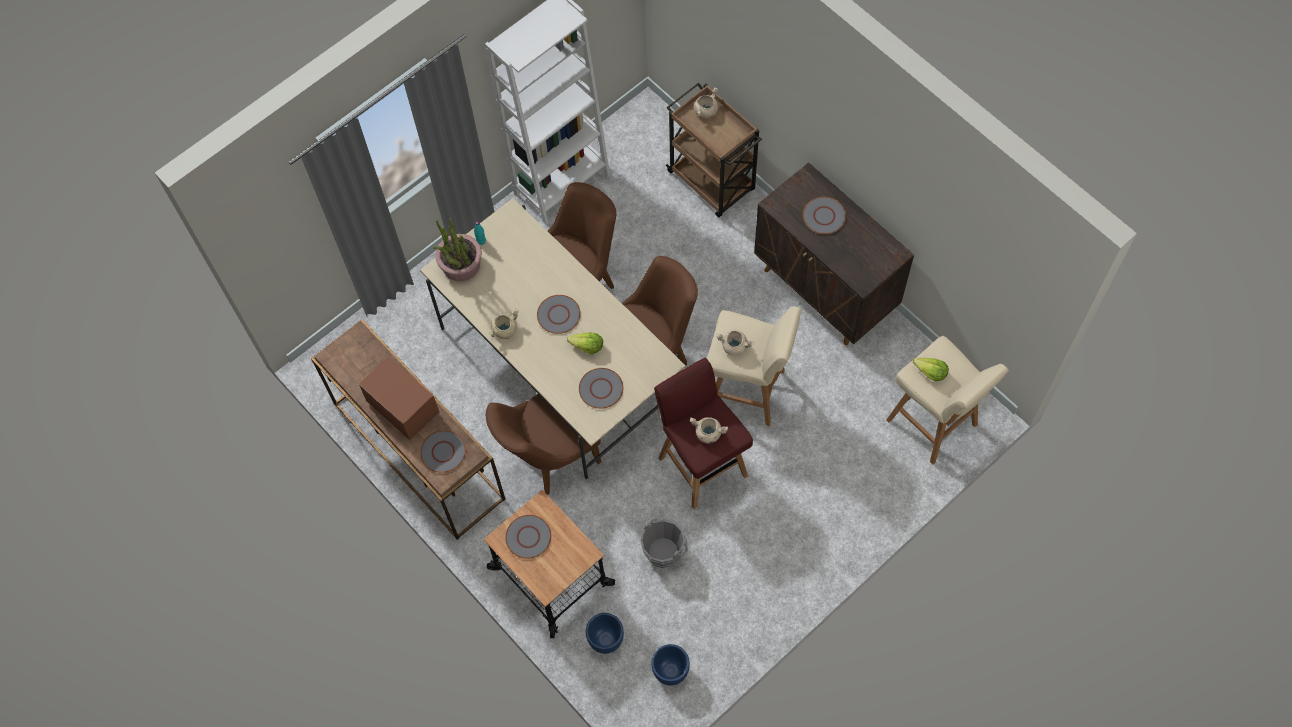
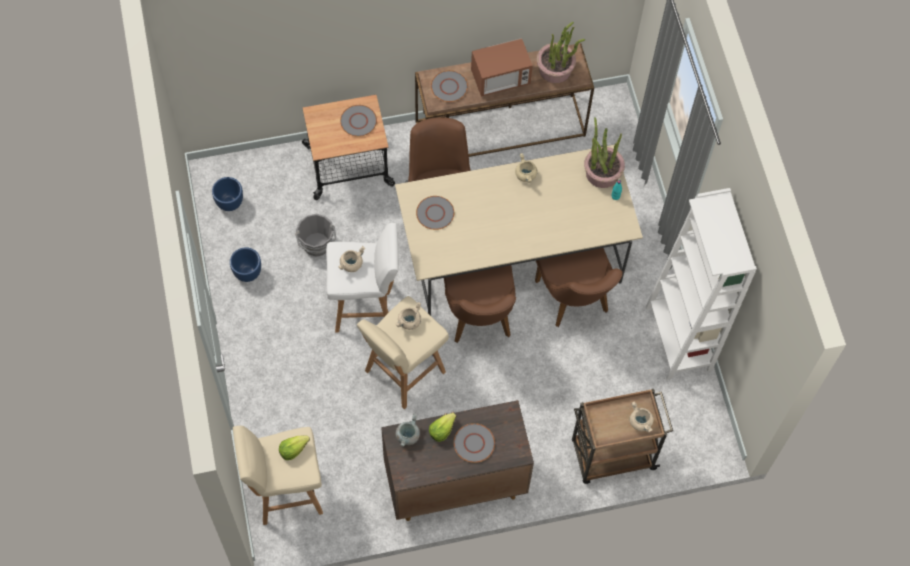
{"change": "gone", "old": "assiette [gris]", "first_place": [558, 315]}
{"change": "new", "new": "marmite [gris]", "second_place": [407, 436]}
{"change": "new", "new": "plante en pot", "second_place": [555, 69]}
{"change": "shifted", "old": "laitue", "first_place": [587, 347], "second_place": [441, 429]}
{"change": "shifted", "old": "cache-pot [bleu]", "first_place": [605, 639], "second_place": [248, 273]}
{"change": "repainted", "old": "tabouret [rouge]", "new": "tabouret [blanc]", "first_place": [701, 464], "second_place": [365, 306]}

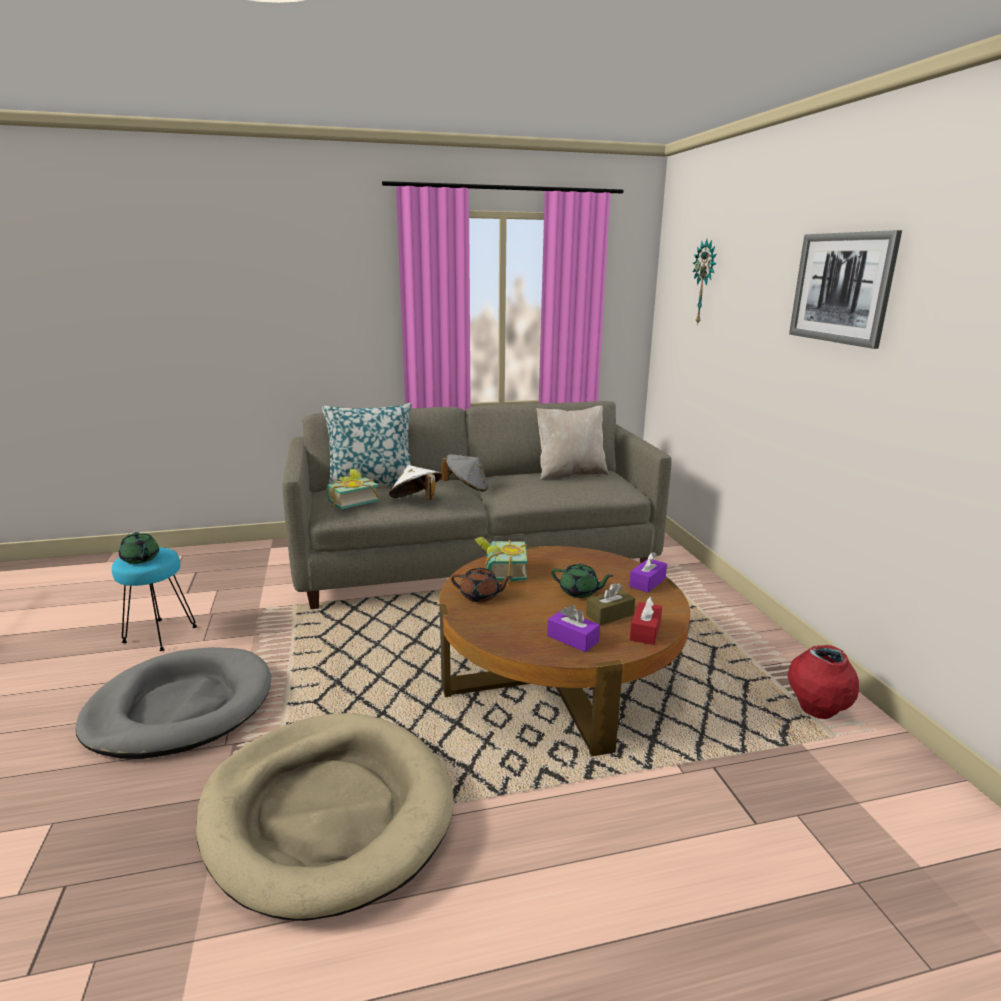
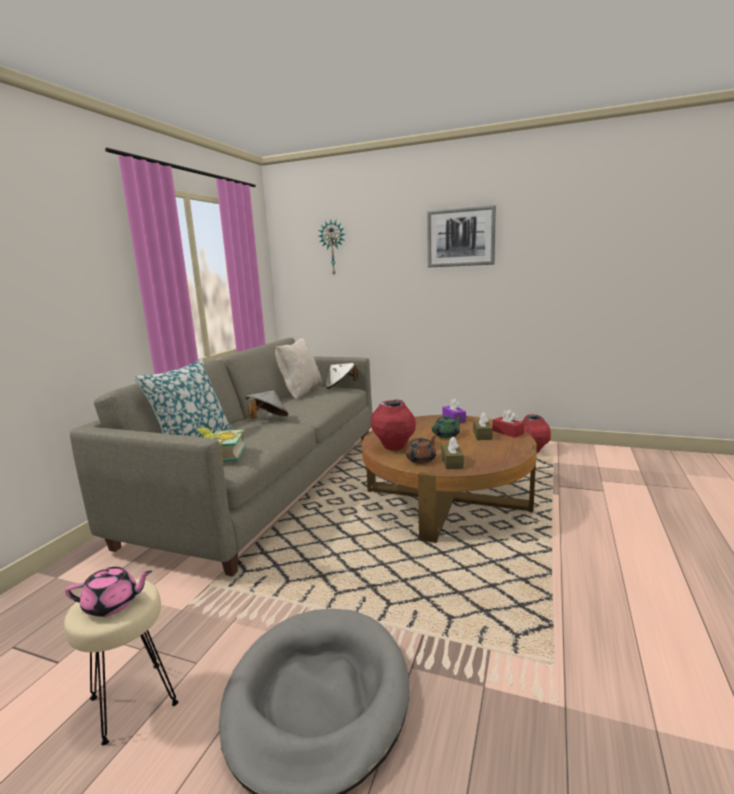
{"change": "gone", "old": "panier pour chien [beige]", "first_place": [327, 813]}
{"change": "gone", "old": "boîte à mouchoirs [violet]", "first_place": [572, 639]}
{"change": "new", "new": "boîte à mouchoirs [marron]", "second_place": [452, 462]}
{"change": "shifted", "old": "chapeau [blanc]", "first_place": [416, 501], "second_place": [341, 387]}
{"change": "swapped", "old": "livre", "new": "vase [rouge]", "first_place": [500, 572], "second_place": [394, 447]}
{"change": "repainted", "old": "tabouret [turquoise]", "new": "tabouret [beige]", "first_place": [159, 635], "second_place": [133, 702]}
{"change": "repainted", "old": "théière [vert]", "new": "théière [rose]", "first_place": [140, 559], "second_place": [113, 604]}

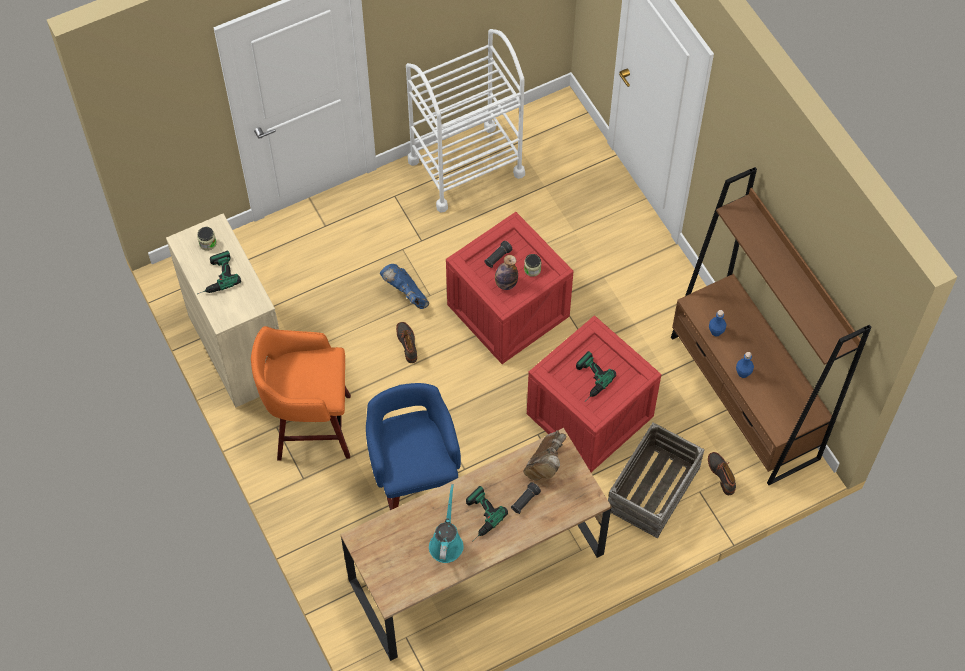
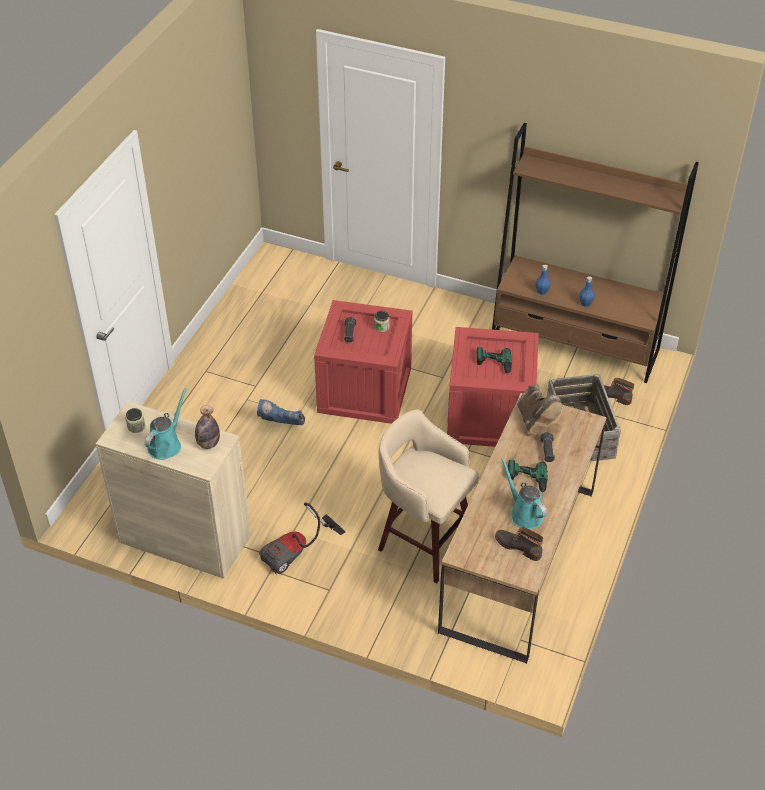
{"change": "gone", "old": "chariot [blanc]", "first_place": [466, 167]}
{"change": "shifted", "old": "botte", "first_place": [408, 343], "second_place": [518, 546]}
{"change": "shifted", "old": "bouteille", "first_place": [506, 284], "second_place": [208, 444]}
{"change": "swapped", "old": "perceuse", "new": "arrosoir [turquoise]", "first_place": [214, 277], "second_place": [166, 444]}
{"change": "swapped", "old": "tabouret [orange]", "new": "aspirateur", "first_place": [310, 427], "second_place": [298, 552]}
{"change": "repainted", "old": "tabouret [bleu]", "new": "tabouret [beige]", "first_place": [416, 492], "second_place": [424, 541]}

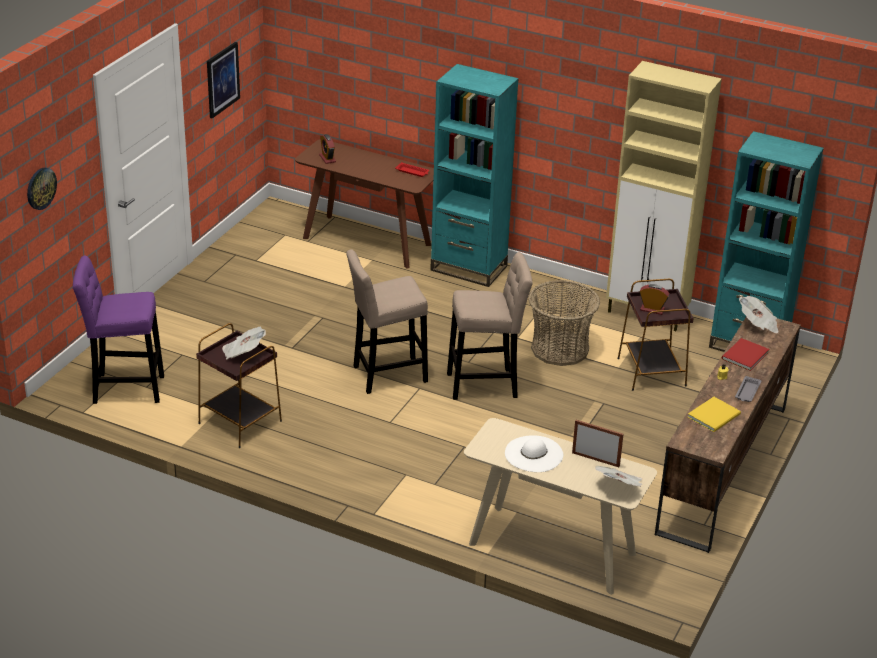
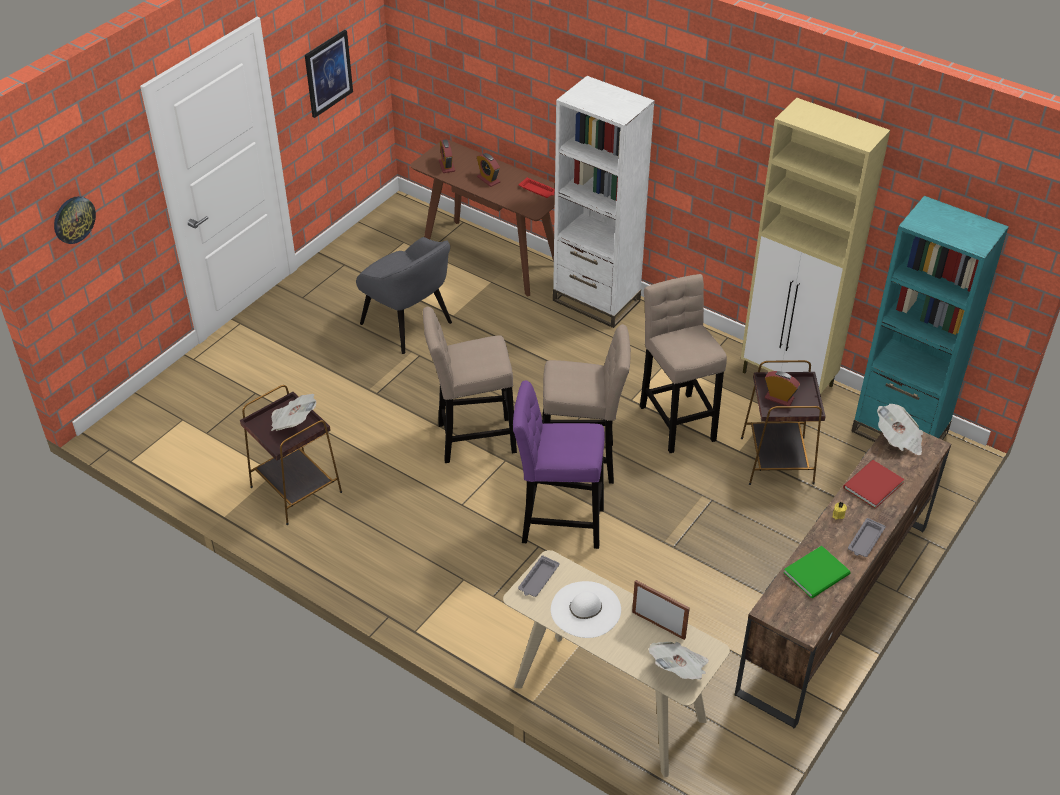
{"change": "new", "new": "fauteuil [gris]", "second_place": [407, 324]}
{"change": "new", "new": "réveil", "second_place": [488, 179]}
{"change": "new", "new": "plateau [gris]", "second_place": [538, 579]}
{"change": "shifted", "old": "tabouret [violet]", "first_place": [124, 388], "second_place": [557, 523]}
{"change": "swapped", "old": "panier", "new": "tabouret [beige]", "first_place": [560, 349], "second_place": [676, 419]}
{"change": "repainted", "old": "bibliothèque [turquoise]", "new": "bibliothèque [blanc]", "first_place": [468, 268], "second_place": [596, 301]}
{"change": "repainted", "old": "livre [jaune]", "new": "livre [vert]", "first_place": [715, 415], "second_place": [818, 573]}

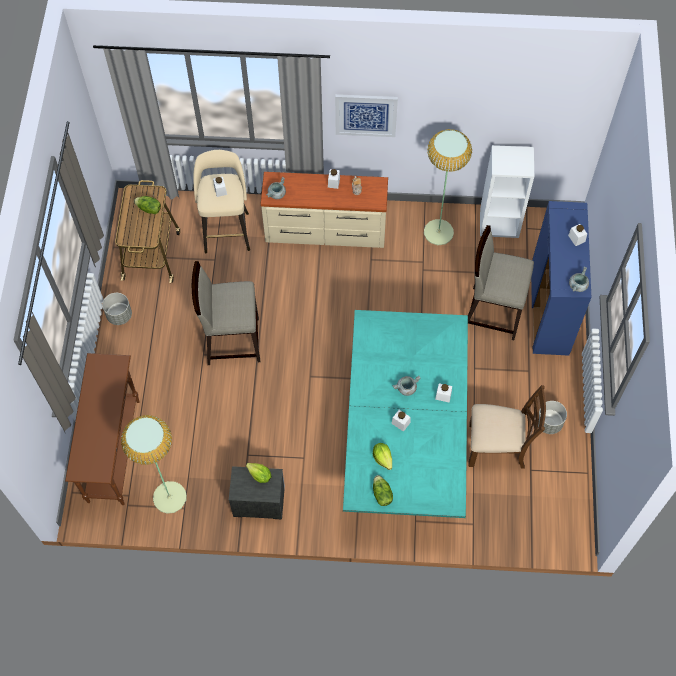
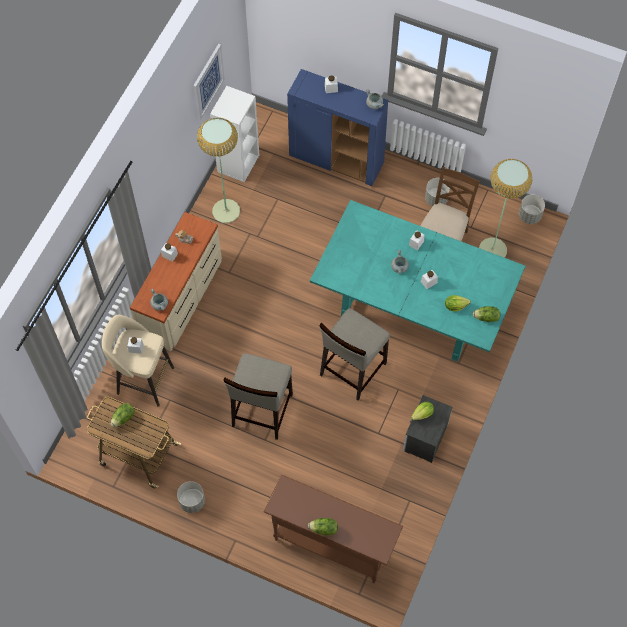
{"change": "new", "new": "laitue", "second_place": [324, 529]}
{"change": "new", "new": "cache-pot [gris]", "second_place": [529, 216]}
{"change": "shifted", "old": "lampadaire", "first_place": [169, 497], "second_place": [492, 250]}
{"change": "shifted", "old": "tableau", "first_place": [366, 115], "second_place": [208, 81]}
{"change": "shifted", "old": "tabouret [beige]", "first_place": [492, 312], "second_place": [352, 369]}

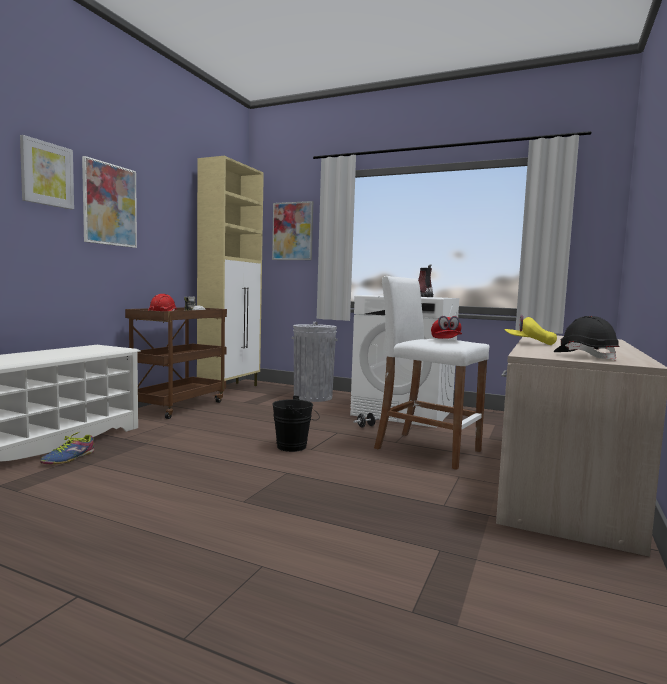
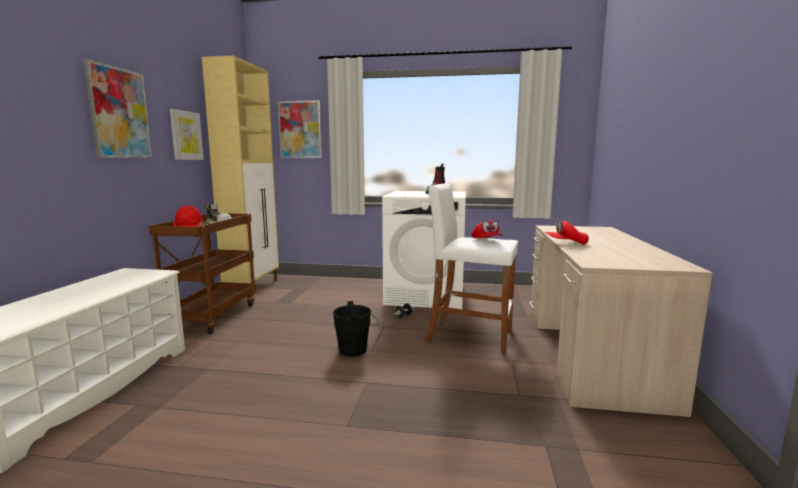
{"change": "gone", "old": "chaussure", "first_place": [69, 458]}
{"change": "gone", "old": "poubelle [gris]", "first_place": [313, 397]}
{"change": "gone", "old": "casque de chantier [noir]", "first_place": [585, 356]}
{"change": "shifted", "old": "tableau", "first_place": [47, 174], "second_place": [186, 135]}
{"change": "repainted", "old": "casquette [jaune]", "new": "casquette [rouge]", "first_place": [529, 343], "second_place": [565, 243]}

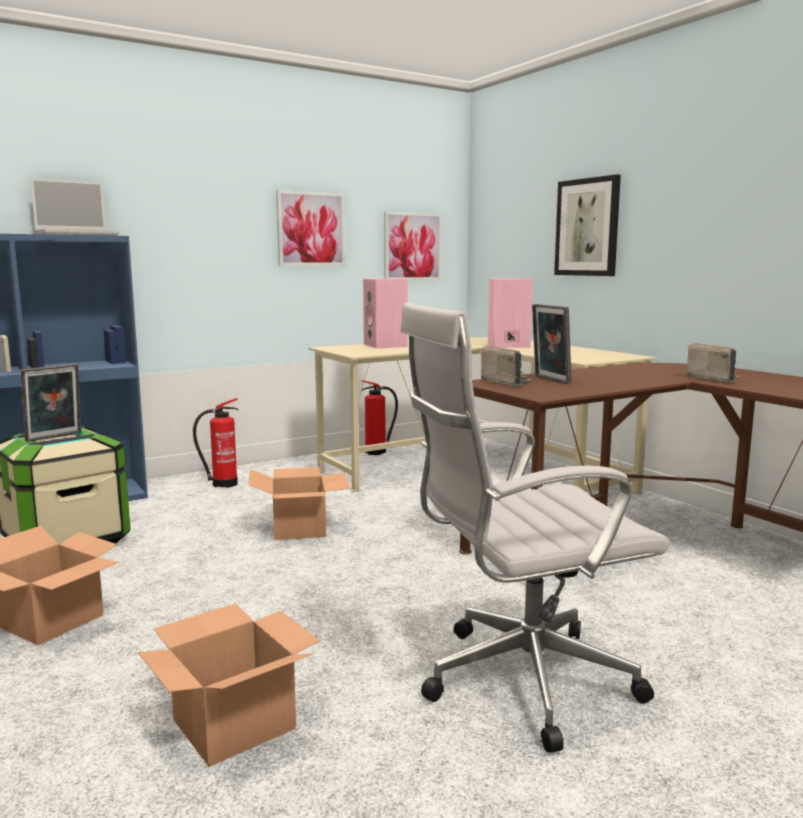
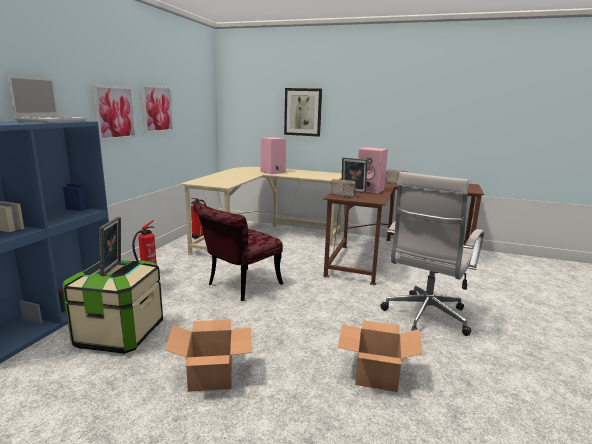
{"change": "shifted", "old": "enceinte [rose]", "first_place": [386, 345], "second_place": [371, 190]}
{"change": "shifted", "old": "tableau", "first_place": [412, 247], "second_place": [115, 113]}
{"change": "swapped", "old": "carton", "new": "chaise [rouge]", "first_place": [298, 528], "second_place": [239, 287]}

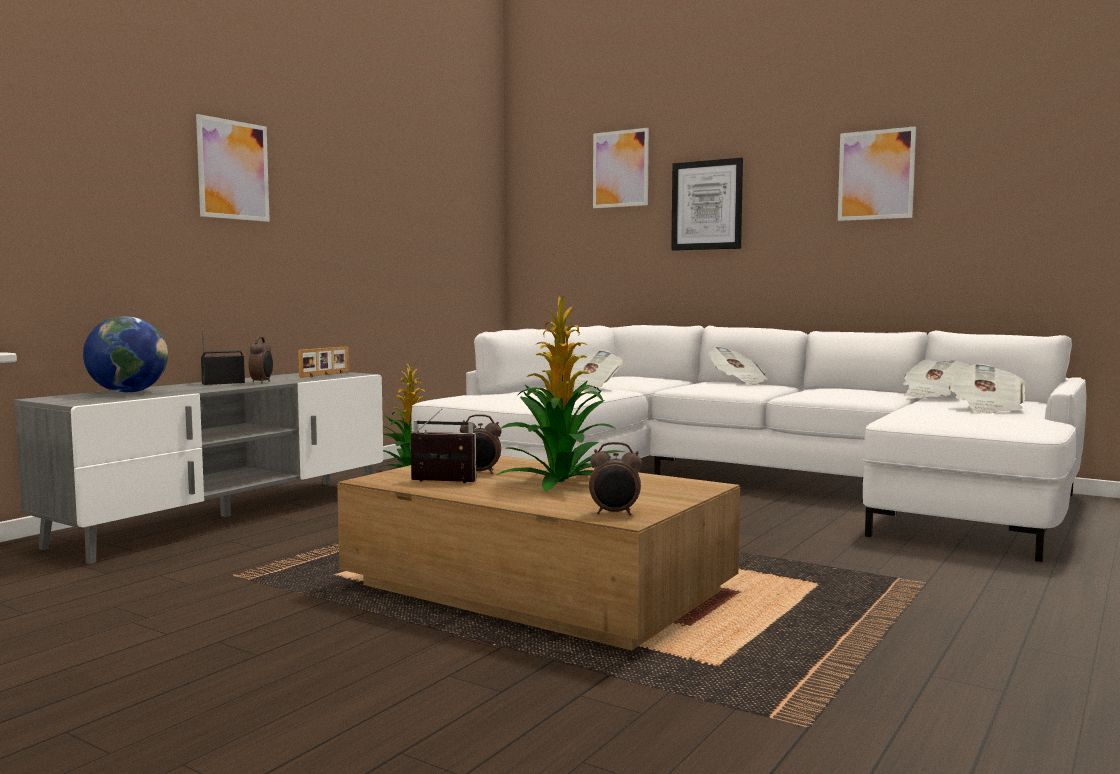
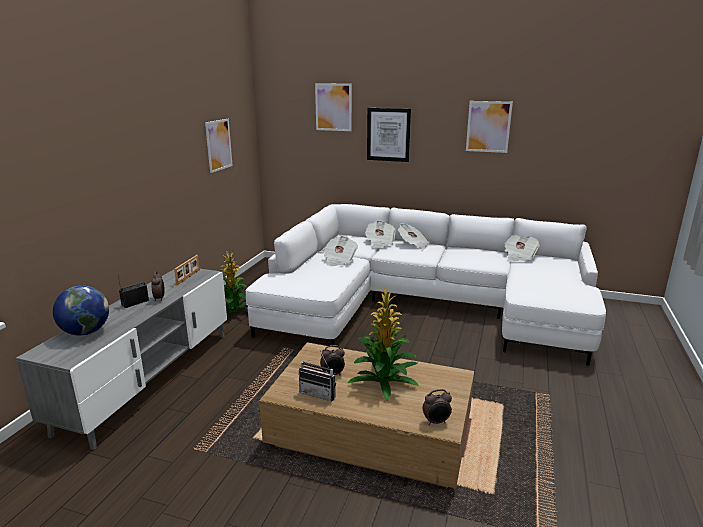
{"change": "shifted", "old": "tableau", "first_place": [233, 170], "second_place": [218, 145]}
{"change": "shifted", "old": "journal", "first_place": [986, 409], "second_place": [380, 242]}
{"change": "rotated", "old": "radio", "first_place": [440, 483], "second_place": [320, 393], "degrees": -150}

